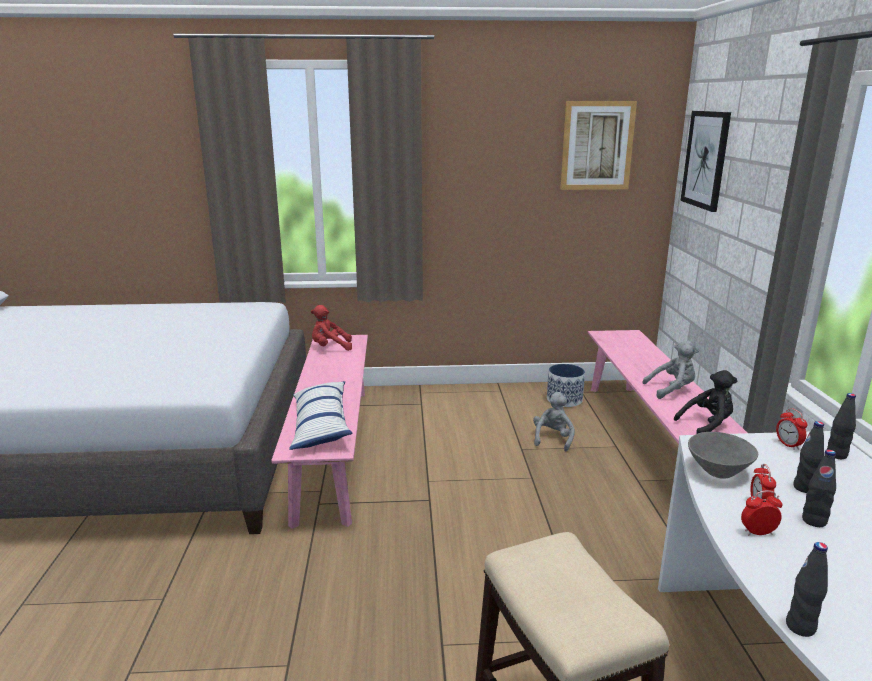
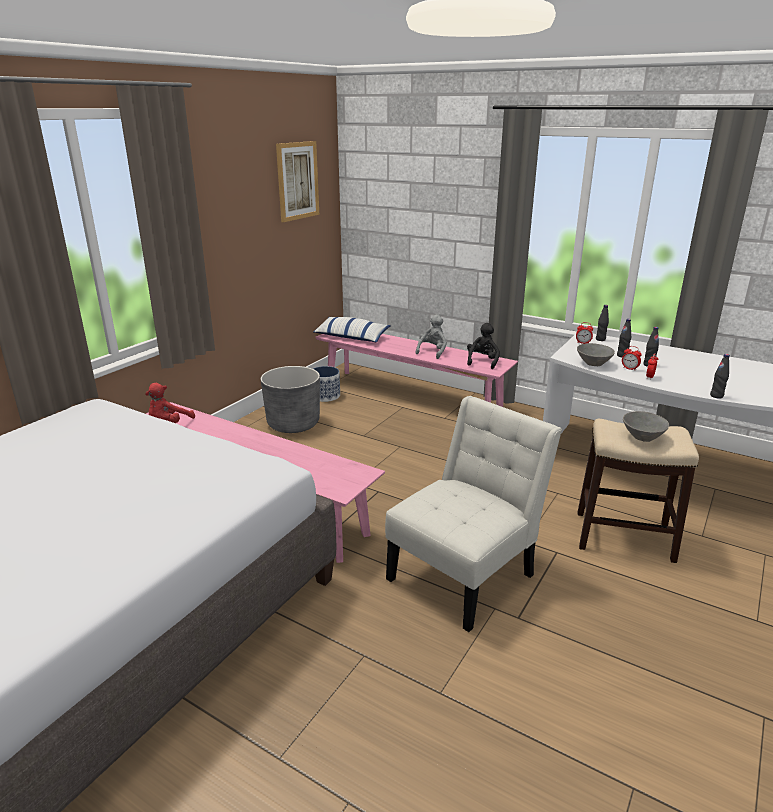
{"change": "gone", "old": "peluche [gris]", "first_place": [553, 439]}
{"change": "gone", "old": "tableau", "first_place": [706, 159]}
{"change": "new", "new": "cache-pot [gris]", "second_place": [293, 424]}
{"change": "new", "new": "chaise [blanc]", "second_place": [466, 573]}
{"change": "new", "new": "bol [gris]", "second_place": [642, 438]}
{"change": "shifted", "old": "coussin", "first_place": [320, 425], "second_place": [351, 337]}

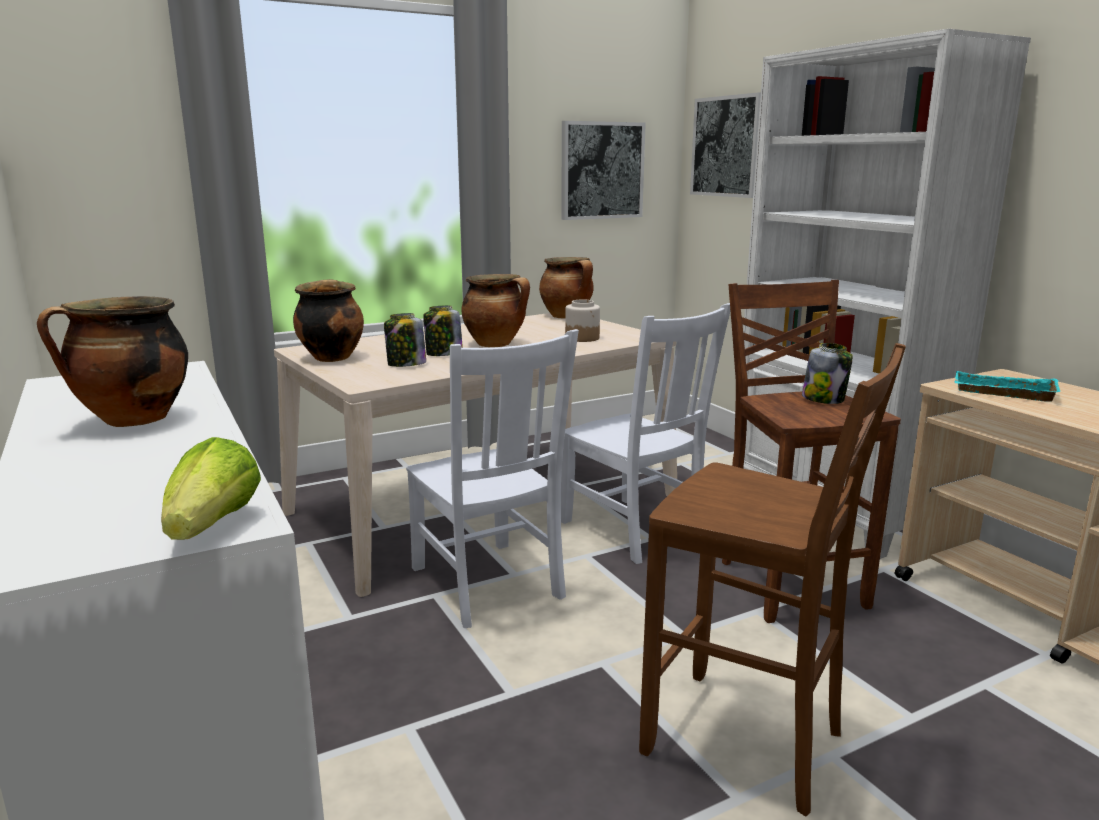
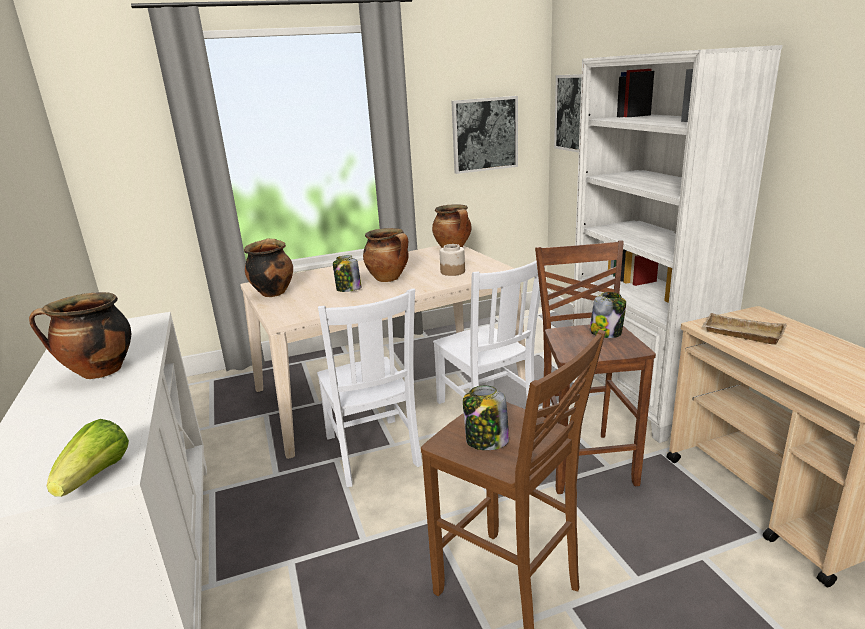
{"change": "shifted", "old": "bocal", "first_place": [406, 364], "second_place": [486, 441]}
{"change": "repainted", "old": "plateau [turquoise]", "new": "plateau [beige]", "first_place": [1002, 393], "second_place": [741, 334]}

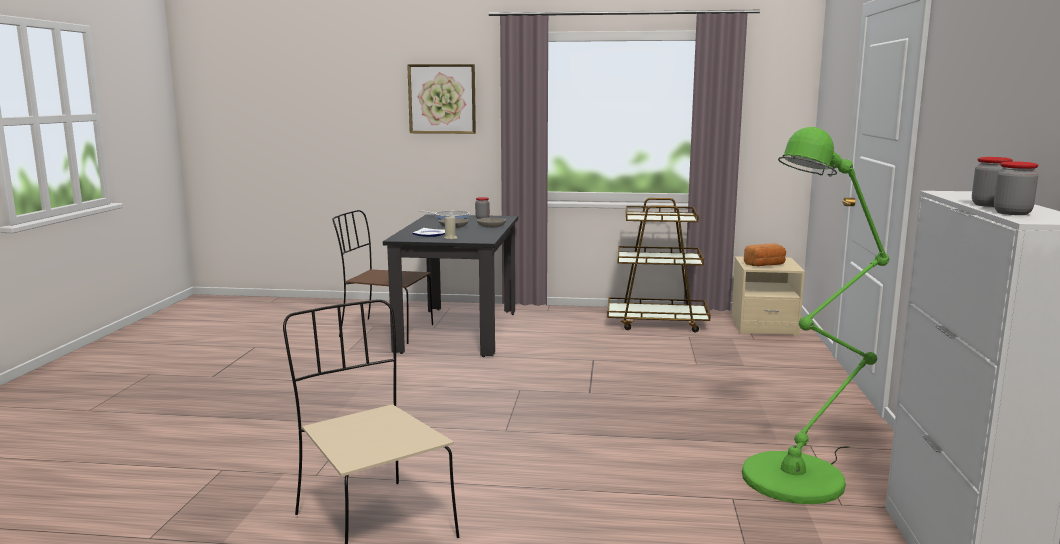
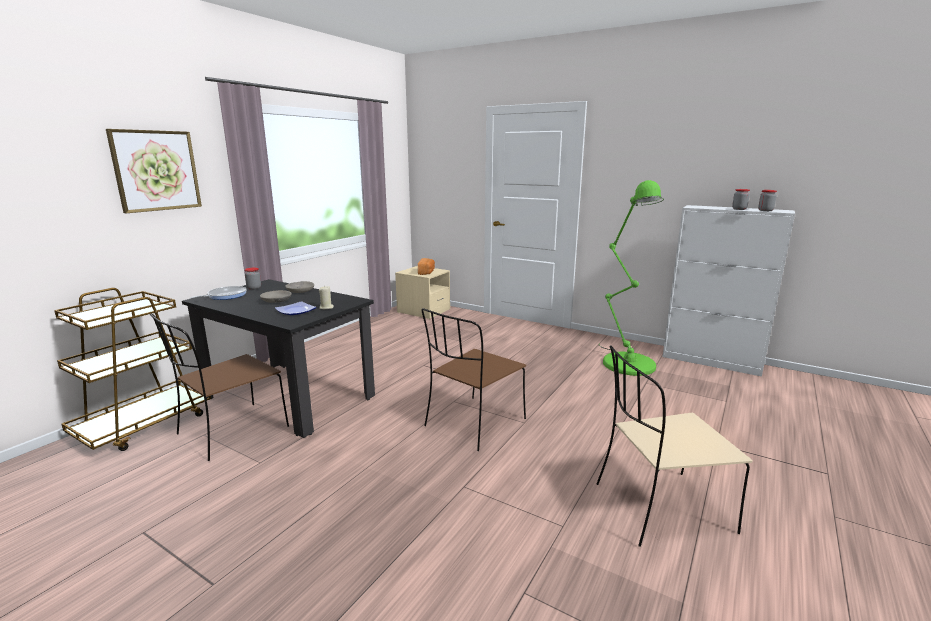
{"change": "new", "new": "chaise [marron]", "second_place": [473, 423]}
{"change": "shifted", "old": "chariot [marron]", "first_place": [657, 323], "second_place": [144, 424]}

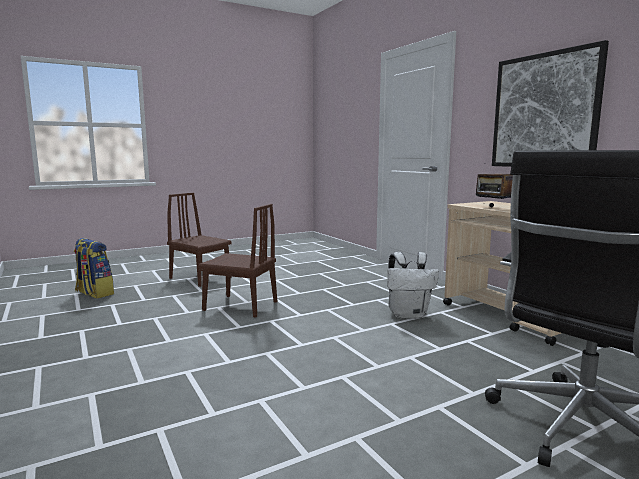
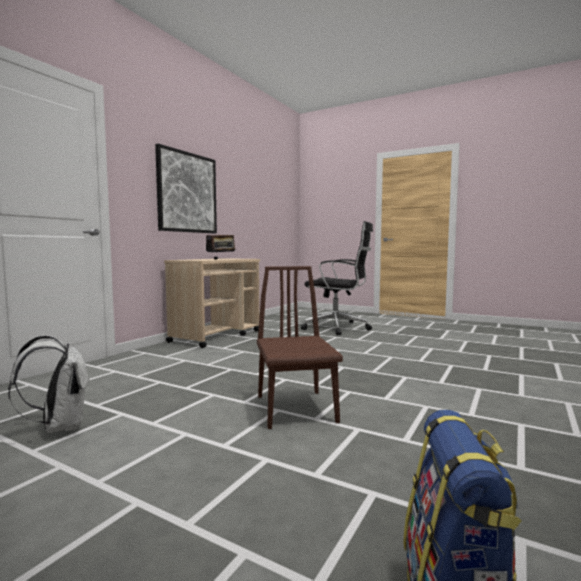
{"change": "gone", "old": "chaise [marron]", "first_place": [200, 278]}
{"change": "shifted", "old": "sac à dos [blanc]", "first_place": [408, 314], "second_place": [59, 427]}

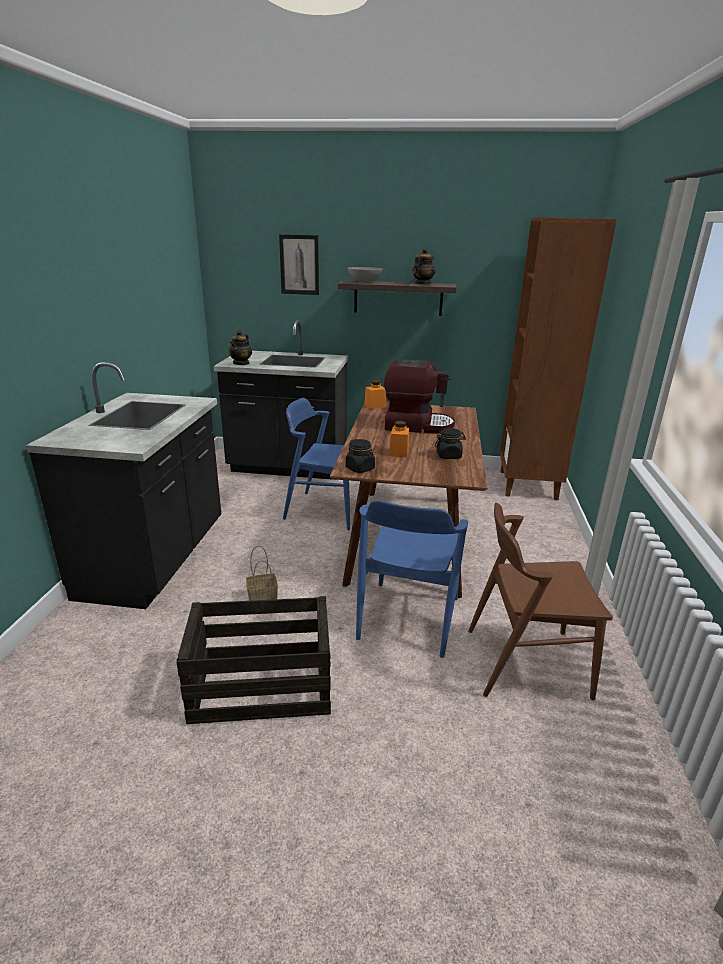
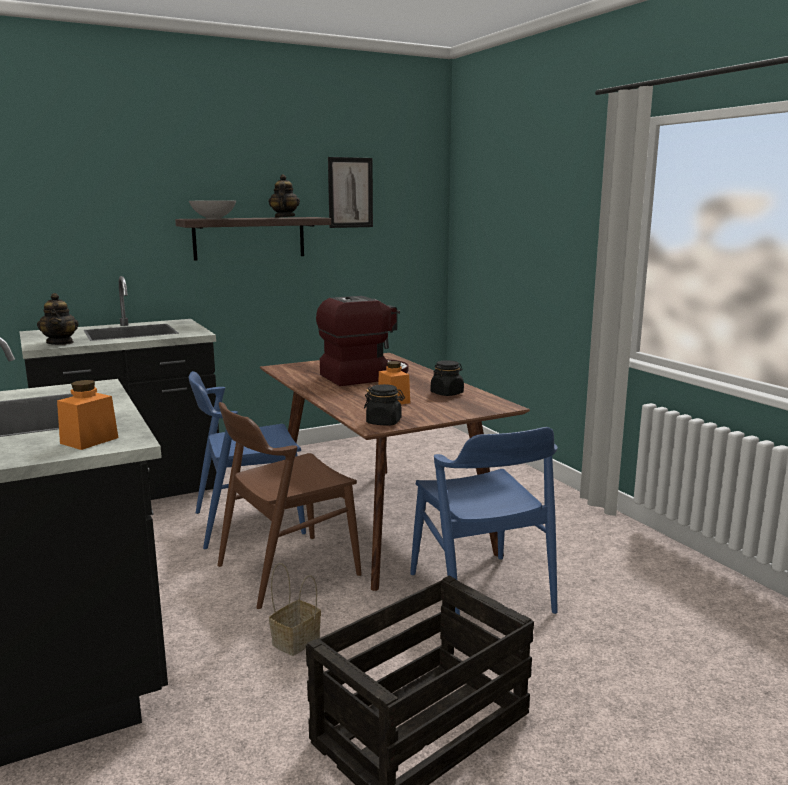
{"change": "gone", "old": "bibliothèque [marron]", "first_place": [528, 485]}
{"change": "shifted", "old": "tableau", "first_place": [299, 265], "second_place": [350, 192]}
{"change": "shifted", "old": "bocal [orange]", "first_place": [375, 406], "second_place": [89, 440]}
{"change": "shifted", "old": "chaise [marron]", "first_place": [526, 662], "second_place": [287, 570]}

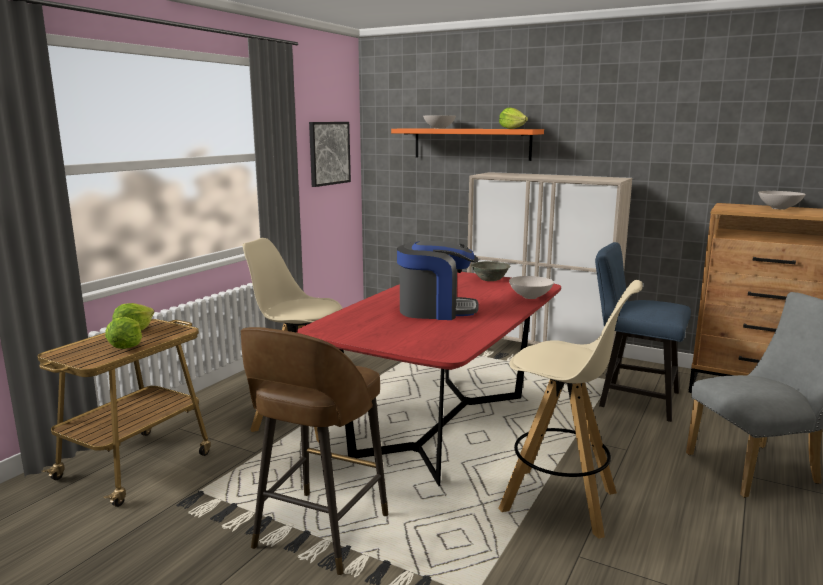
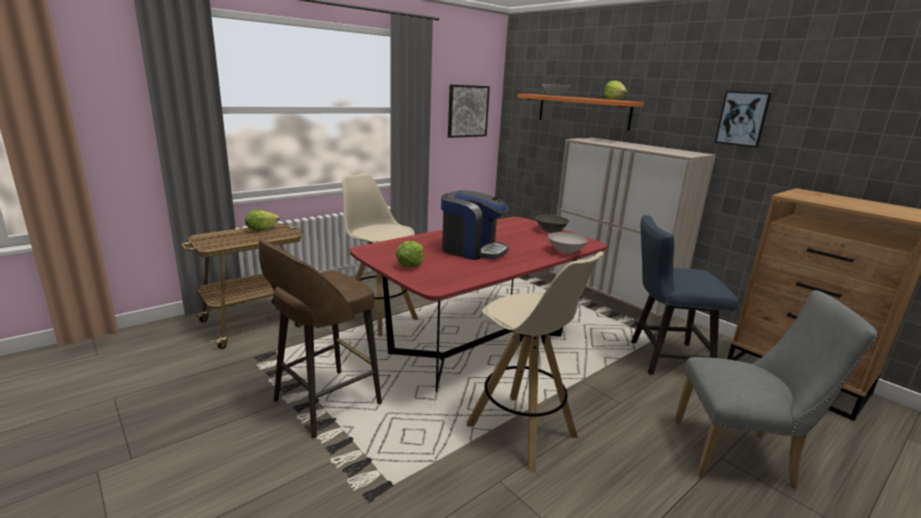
{"change": "gone", "old": "bol [blanc]", "first_place": [778, 208]}
{"change": "new", "new": "tableau", "second_place": [742, 118]}
{"change": "shifted", "old": "laitue", "first_place": [126, 347], "second_place": [410, 265]}
{"change": "rotated", "old": "chaise [bleu]", "first_place": [632, 398], "second_place": [663, 359], "degrees": -45}

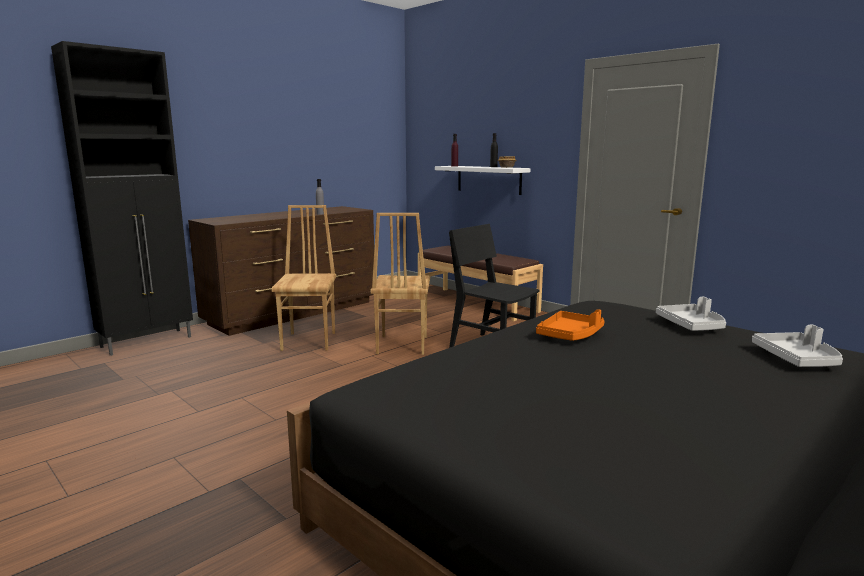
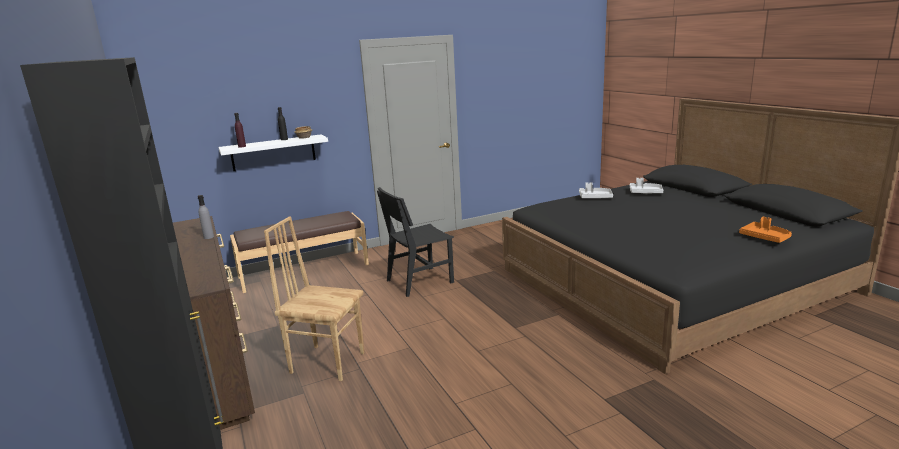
{"change": "gone", "old": "chaise [marron]", "first_place": [401, 345]}
{"change": "shifted", "old": "plateau [orange]", "first_place": [570, 335], "second_place": [765, 237]}

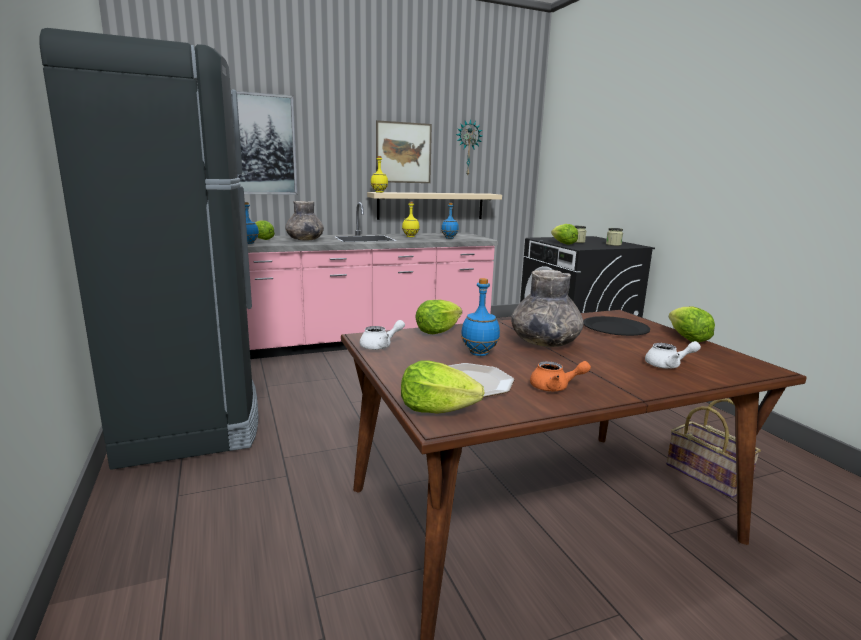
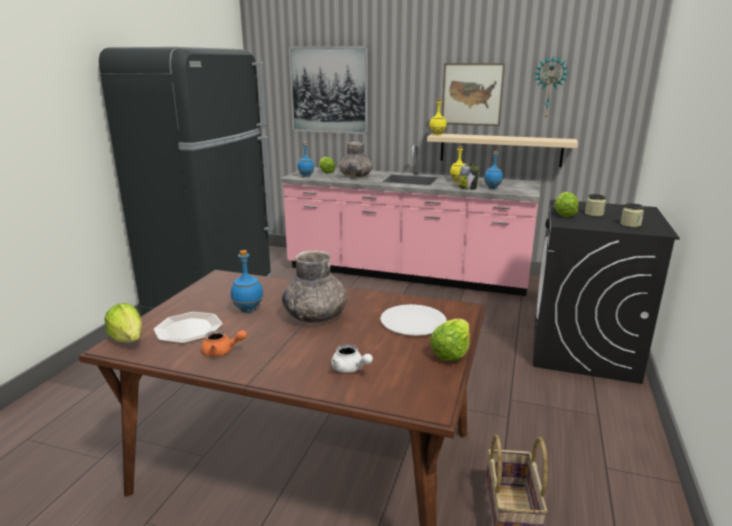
{"change": "gone", "old": "théière [blanc]", "first_place": [380, 346]}
{"change": "gone", "old": "laitue", "first_place": [437, 331]}
{"change": "new", "new": "bocal", "second_place": [467, 188]}
{"change": "repainted", "old": "assiette [noir]", "new": "assiette [blanc]", "first_place": [615, 328], "second_place": [413, 322]}
{"change": "rotated", "old": "théière [orange]", "first_place": [555, 387], "second_place": [222, 352], "degrees": -45}

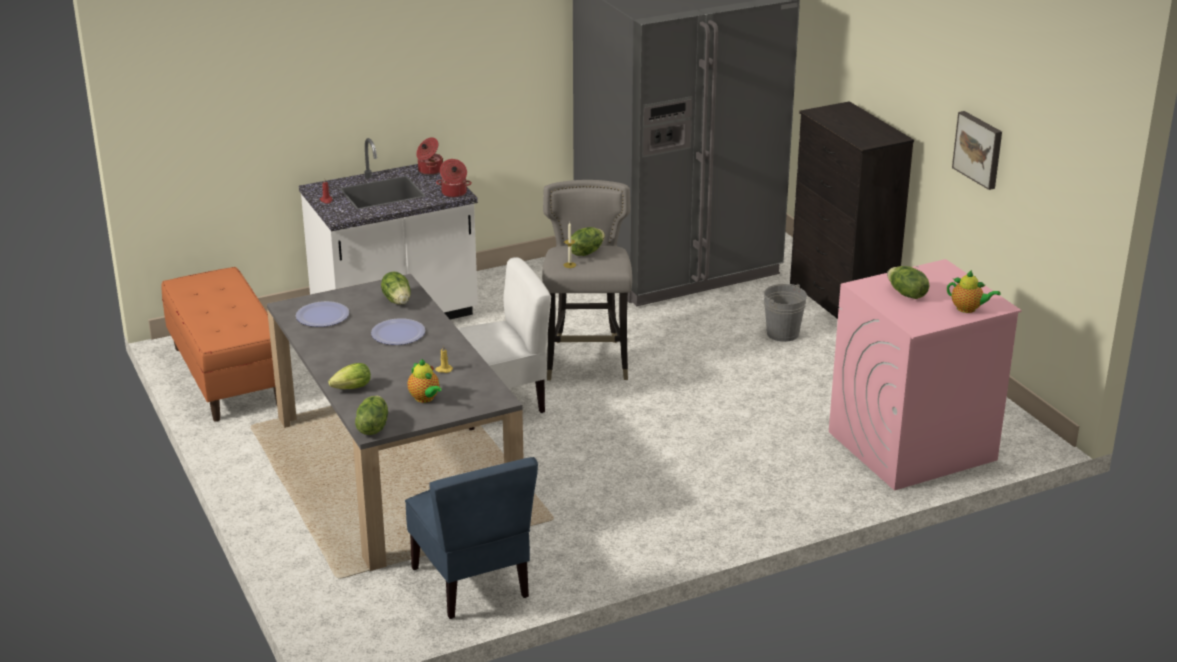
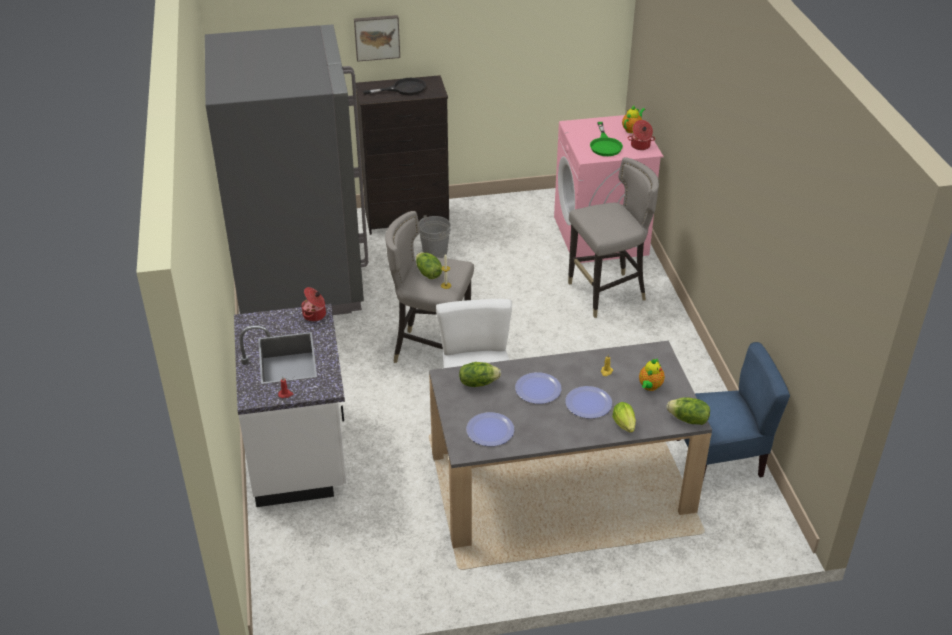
{"change": "gone", "old": "banc [orange]", "first_place": [227, 376]}
{"change": "new", "new": "poêle [noir]", "second_place": [403, 89]}
{"change": "new", "new": "assiette", "second_place": [588, 403]}
{"change": "new", "new": "tabouret [gris]", "second_place": [608, 293]}
{"change": "shifted", "old": "marmite", "first_place": [429, 170], "second_place": [640, 146]}
{"change": "shifted", "old": "tableau", "first_place": [979, 149], "second_place": [377, 37]}
{"change": "swapped", "old": "laitue", "new": "poêle [vert]", "first_place": [906, 294], "second_place": [605, 145]}
{"change": "rotated", "old": "théière", "first_place": [425, 399], "second_place": [649, 387], "degrees": 135}

